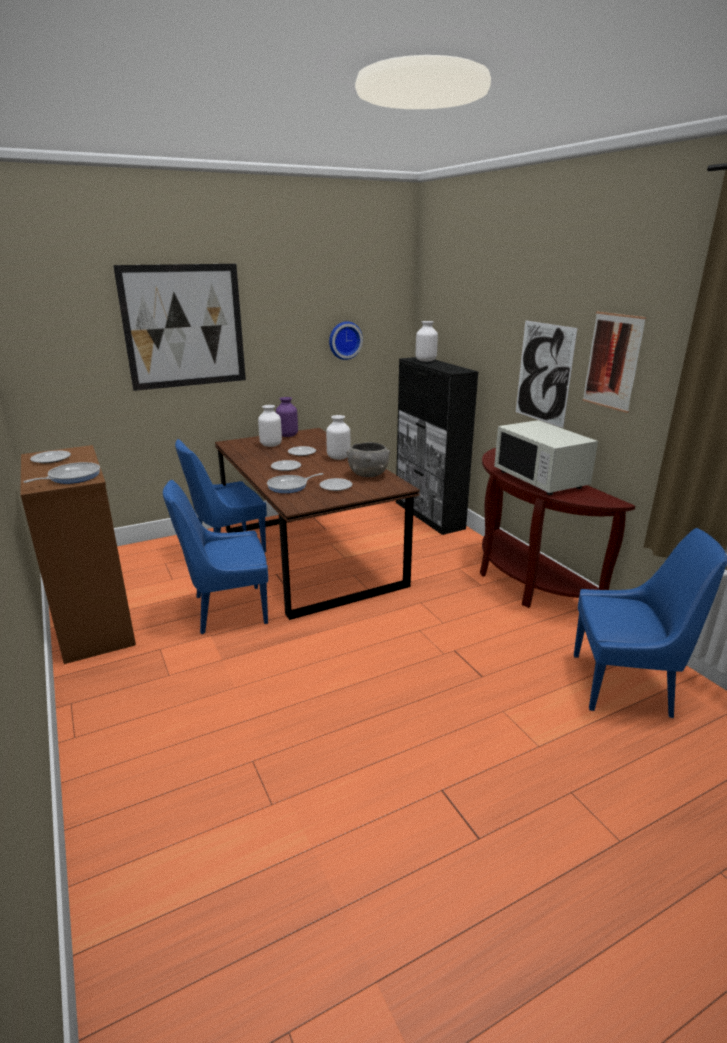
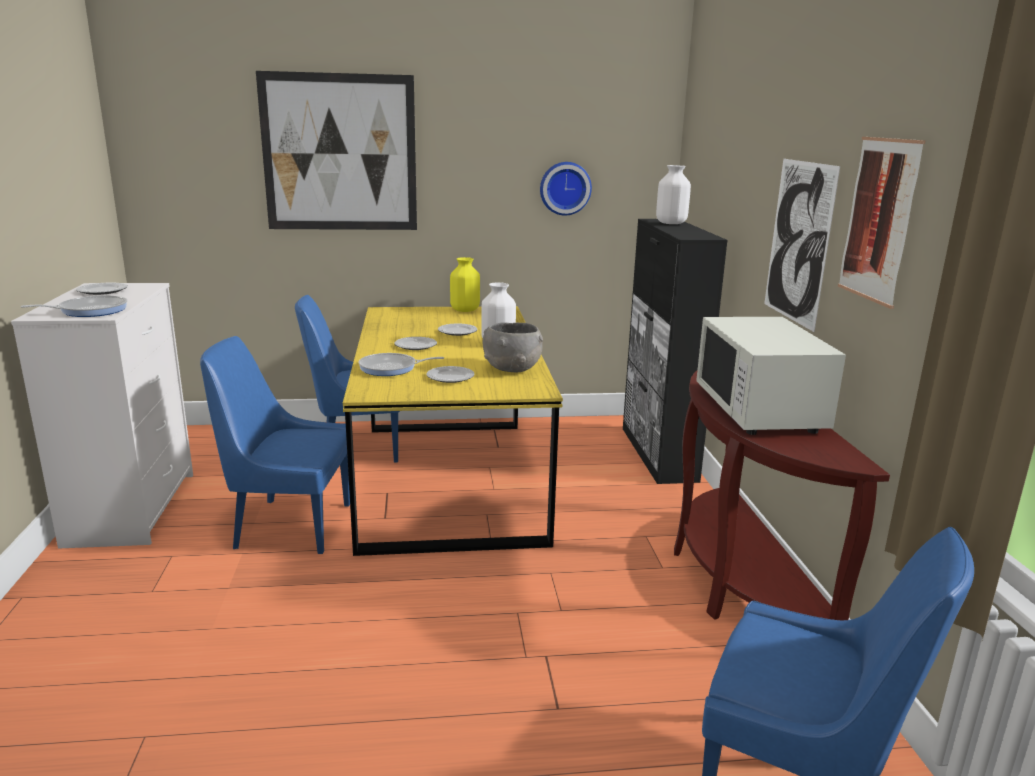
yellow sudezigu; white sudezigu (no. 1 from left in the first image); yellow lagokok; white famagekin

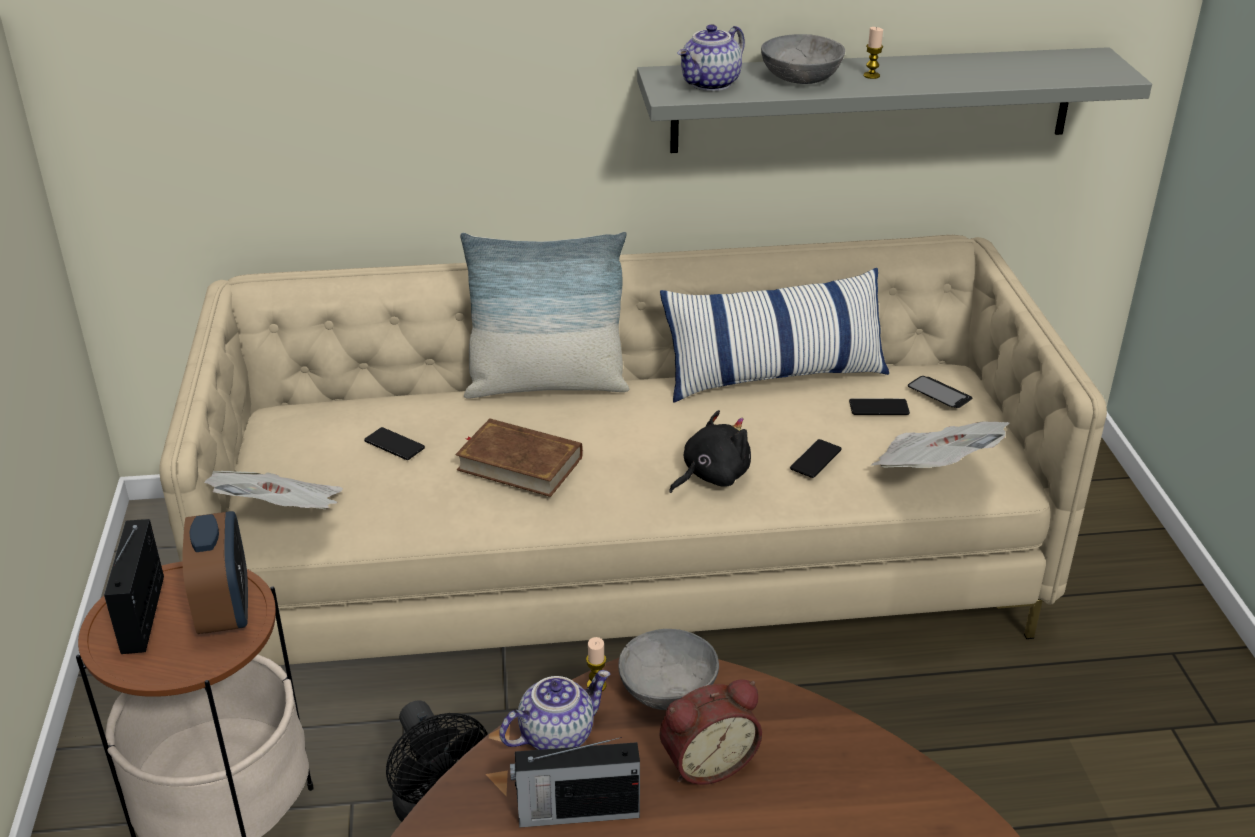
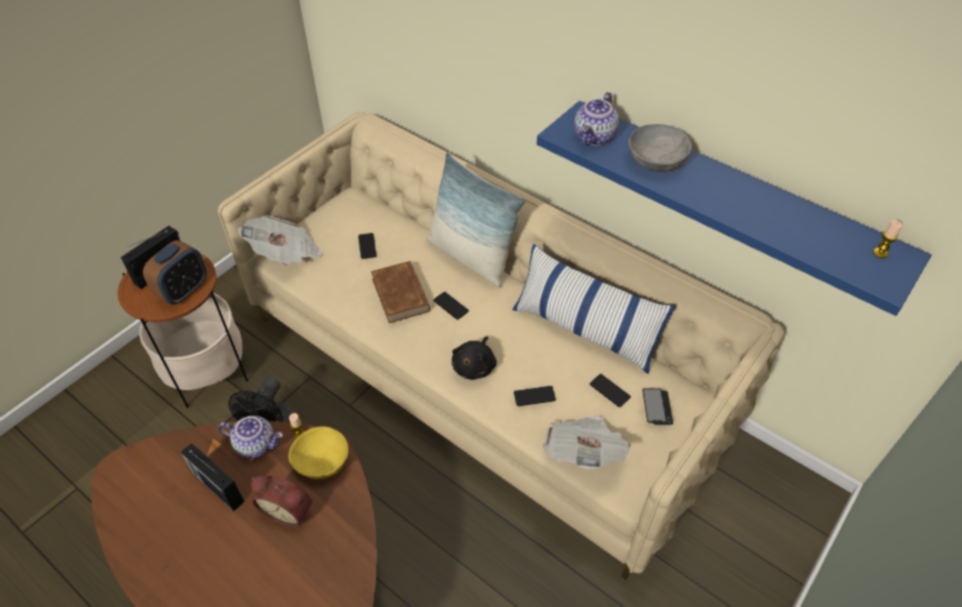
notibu (no. 2 from left); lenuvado (no. 2 from left); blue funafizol; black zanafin; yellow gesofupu; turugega (no. 2 from left)

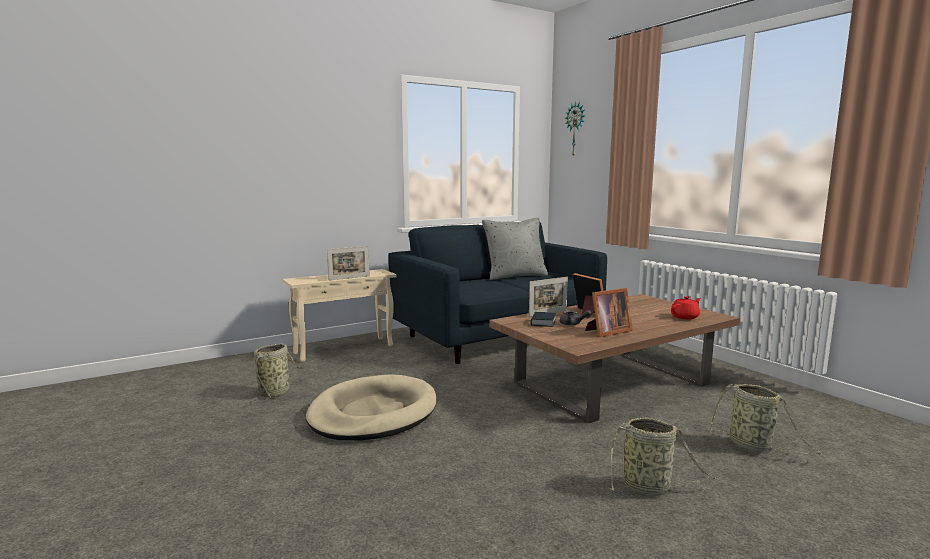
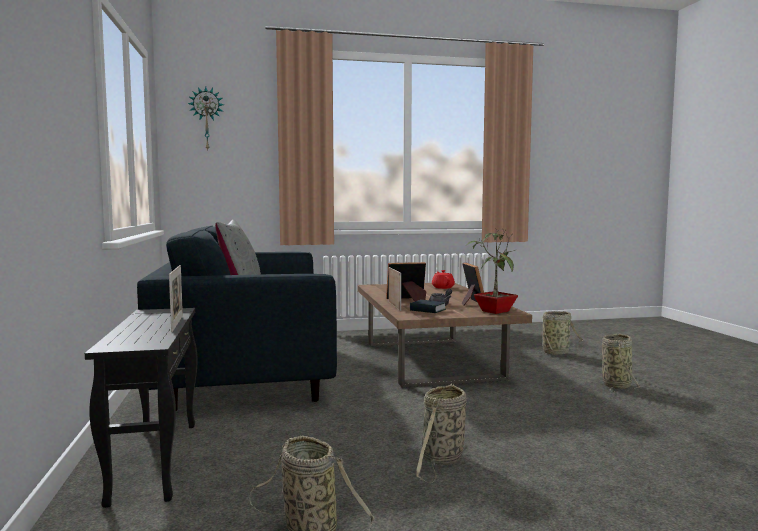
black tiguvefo; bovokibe (no. 2 from left); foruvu

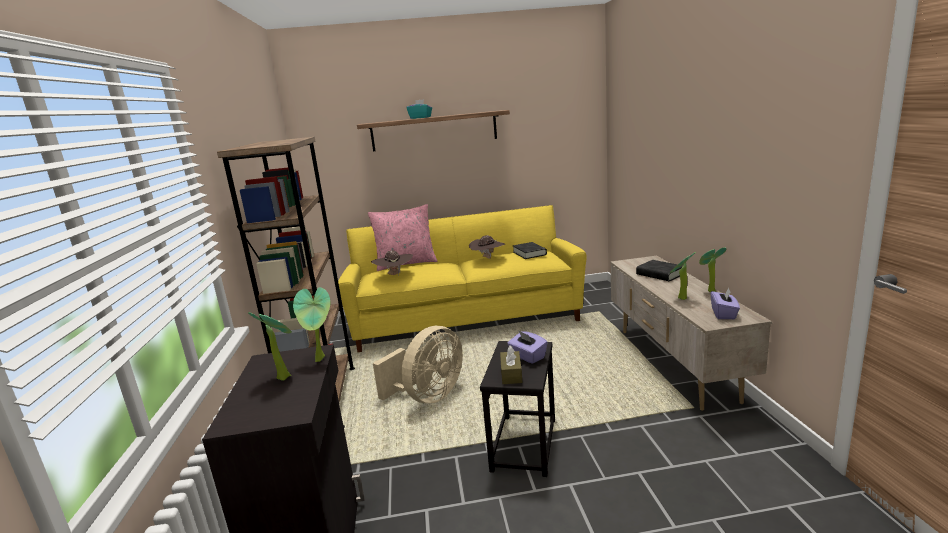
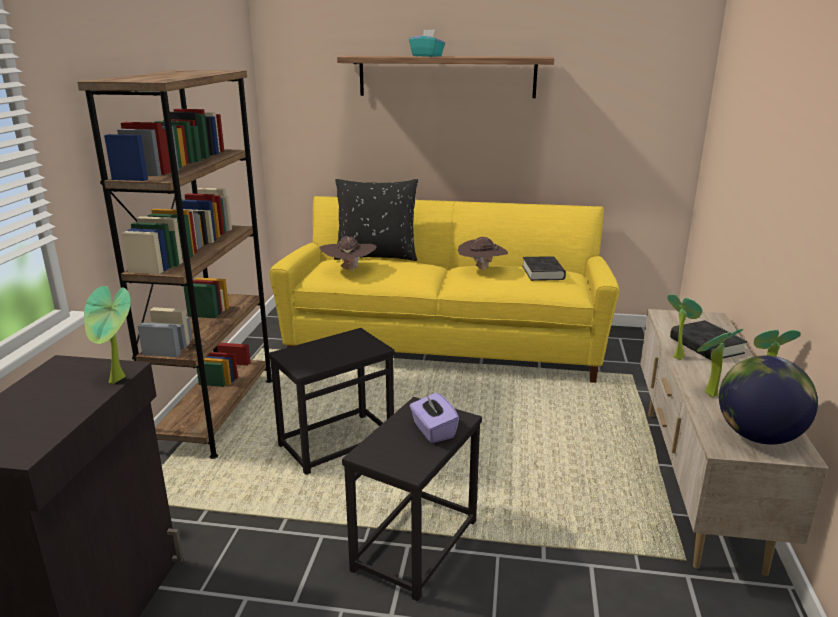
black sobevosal; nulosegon; foruvu (no. 2 from left); black tiguvefo (no. 1 from left); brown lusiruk

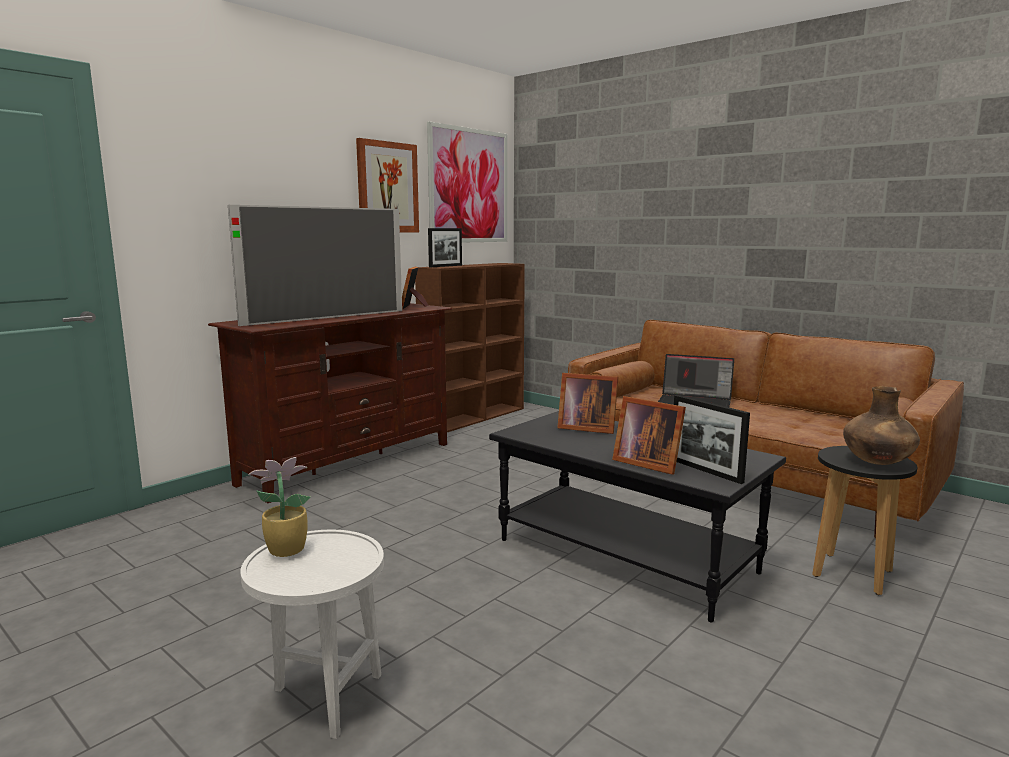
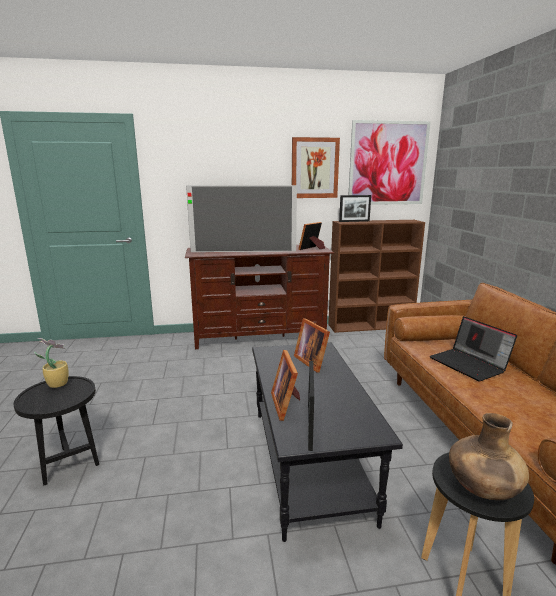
black tiguvefo

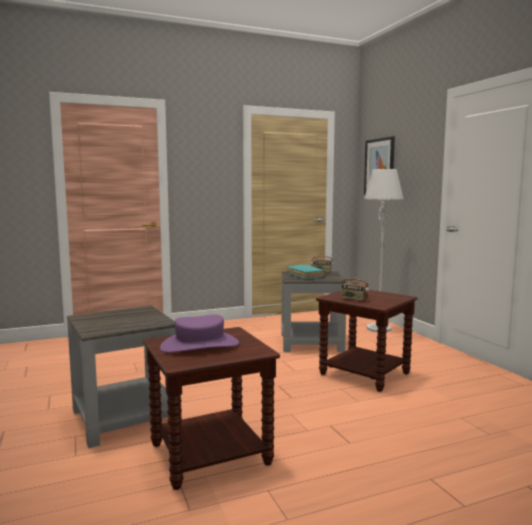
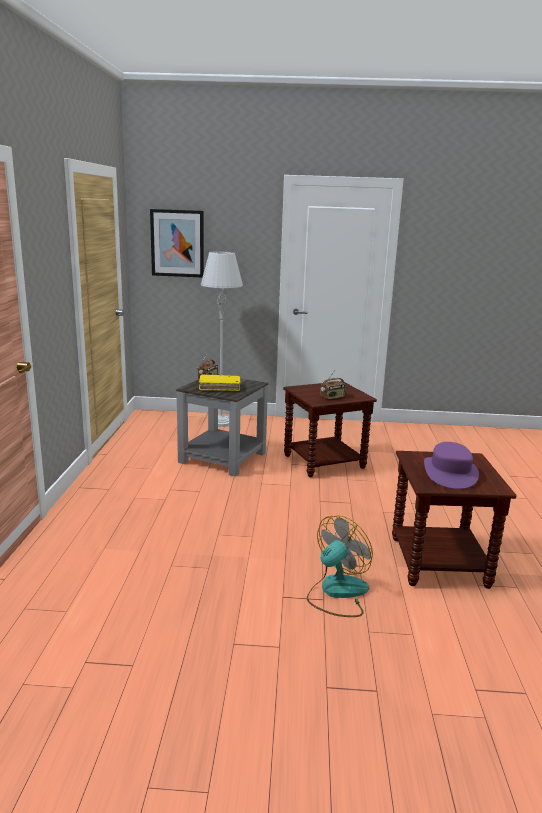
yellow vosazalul; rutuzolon

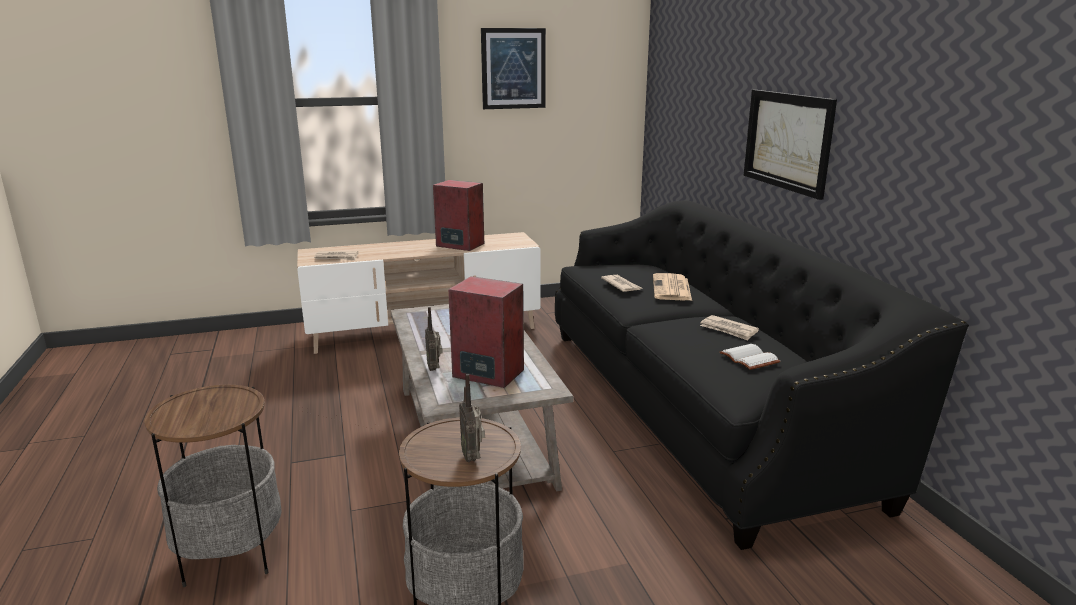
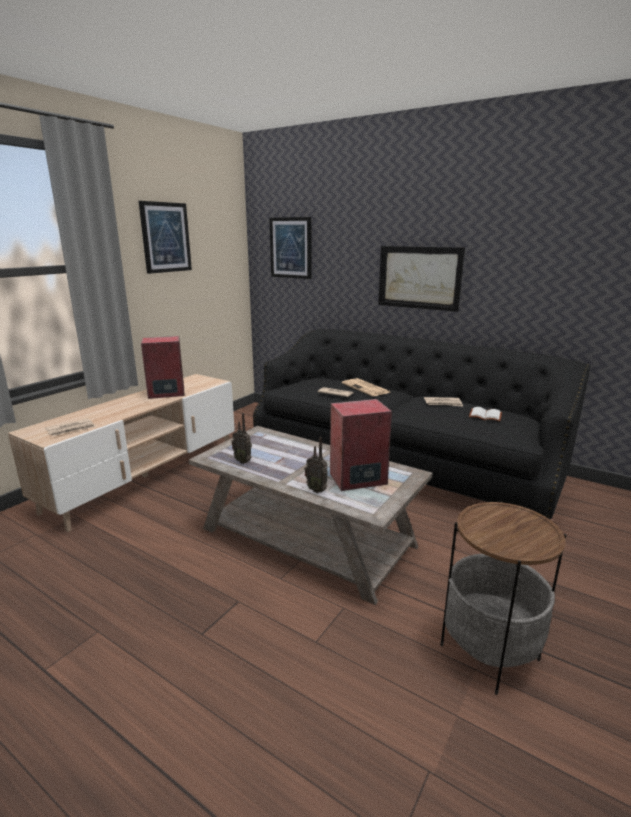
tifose (no. 1 from left); tiguvefo (no. 1 from left in the first image); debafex (no. 2 from left)

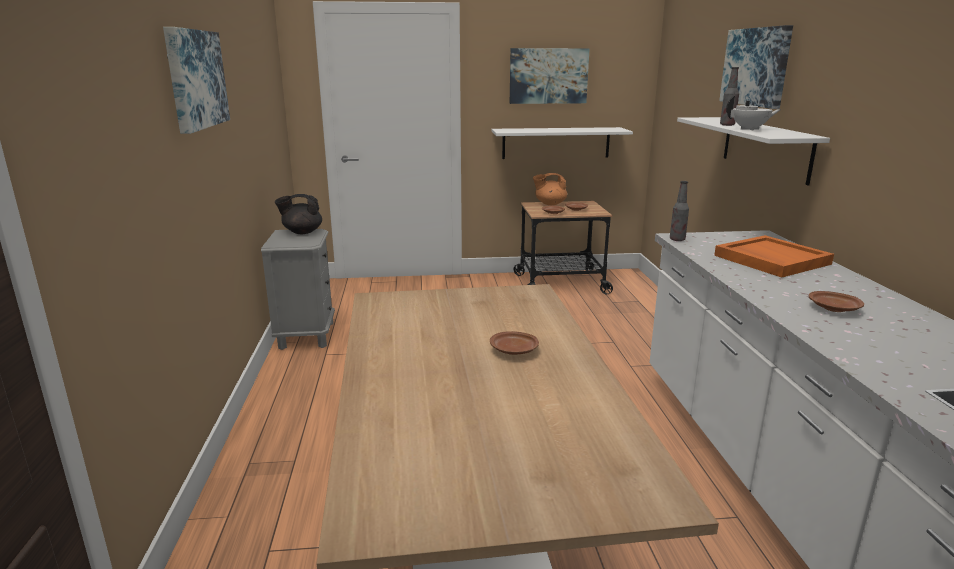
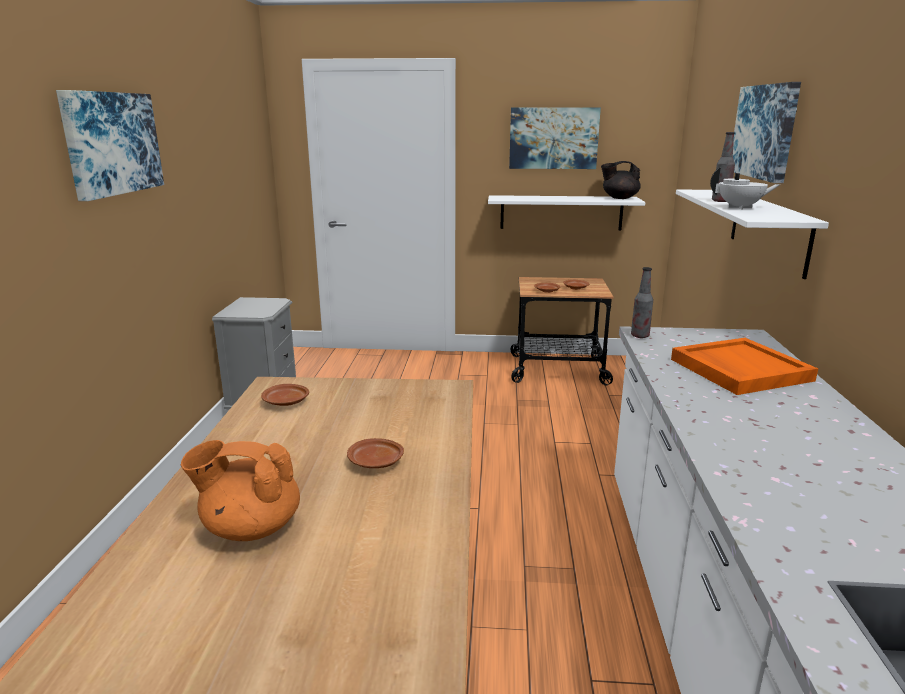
orange notibu; black notibu; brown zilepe (no. 1 from left)

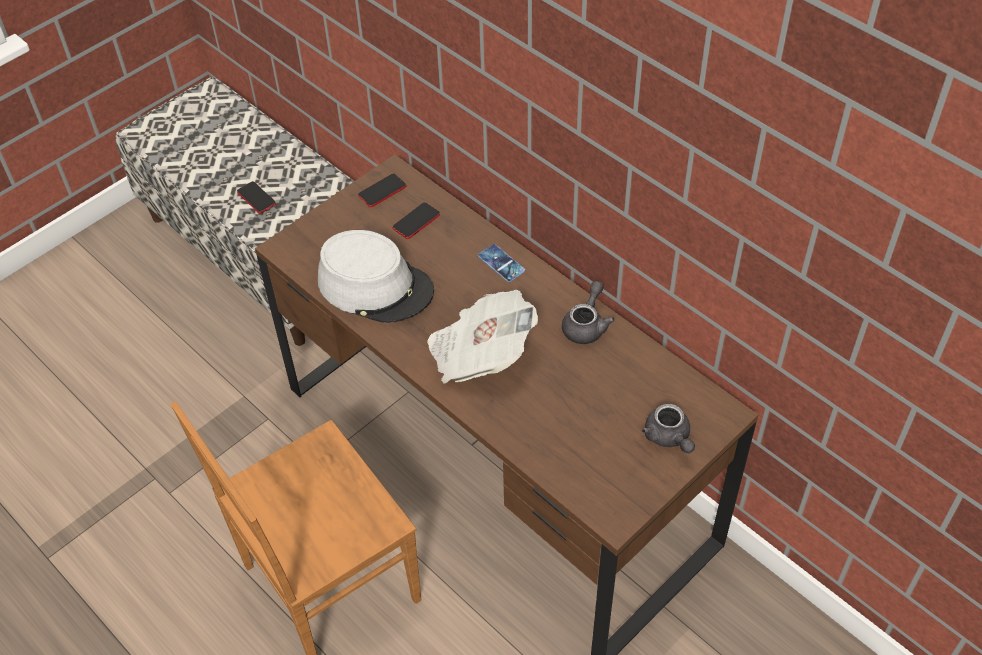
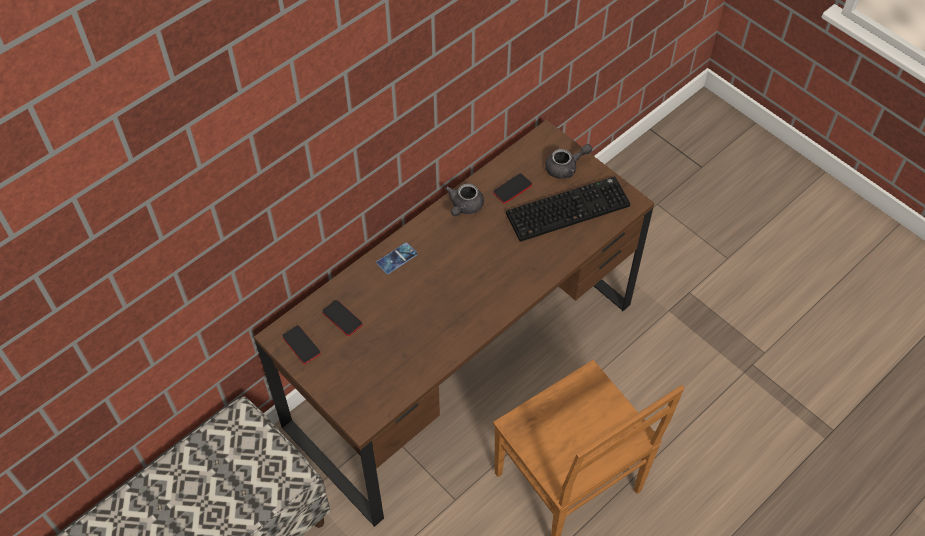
turugega (no. 4 from left); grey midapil; grey notibu (no. 1 from left); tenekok; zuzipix

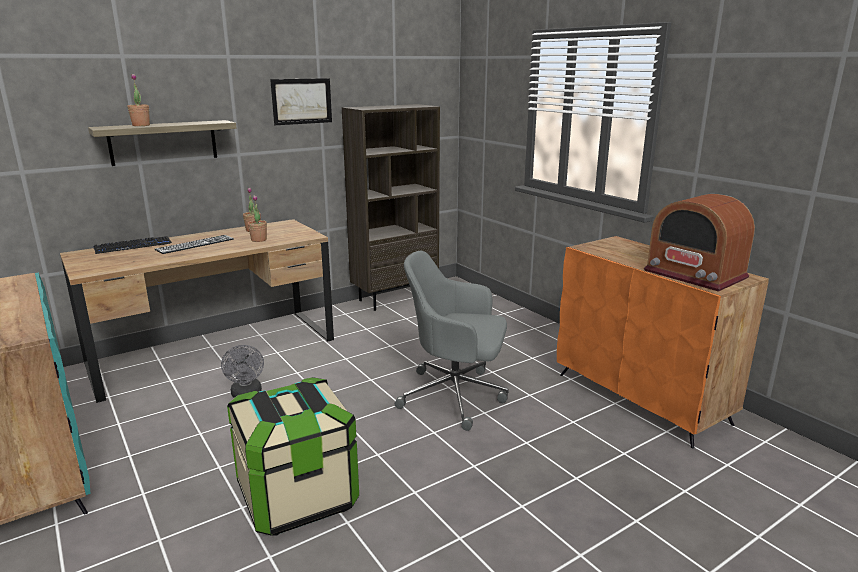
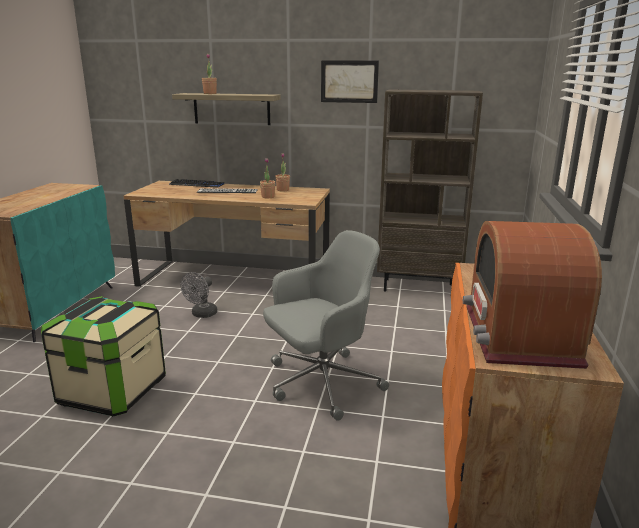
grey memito

